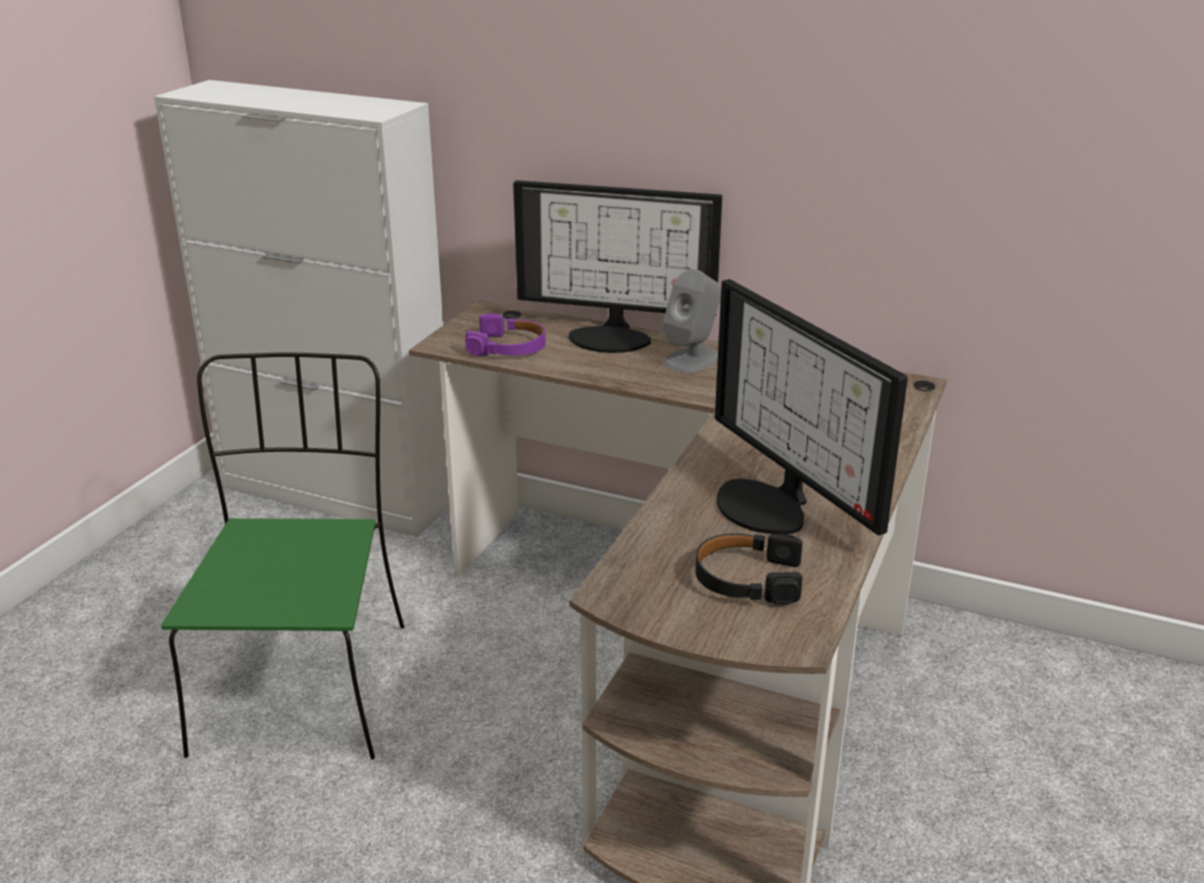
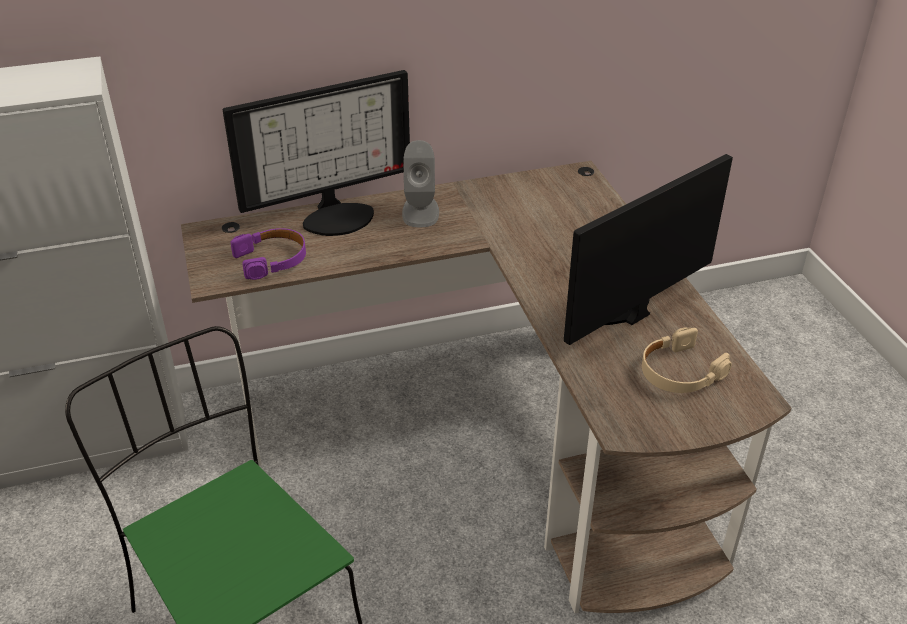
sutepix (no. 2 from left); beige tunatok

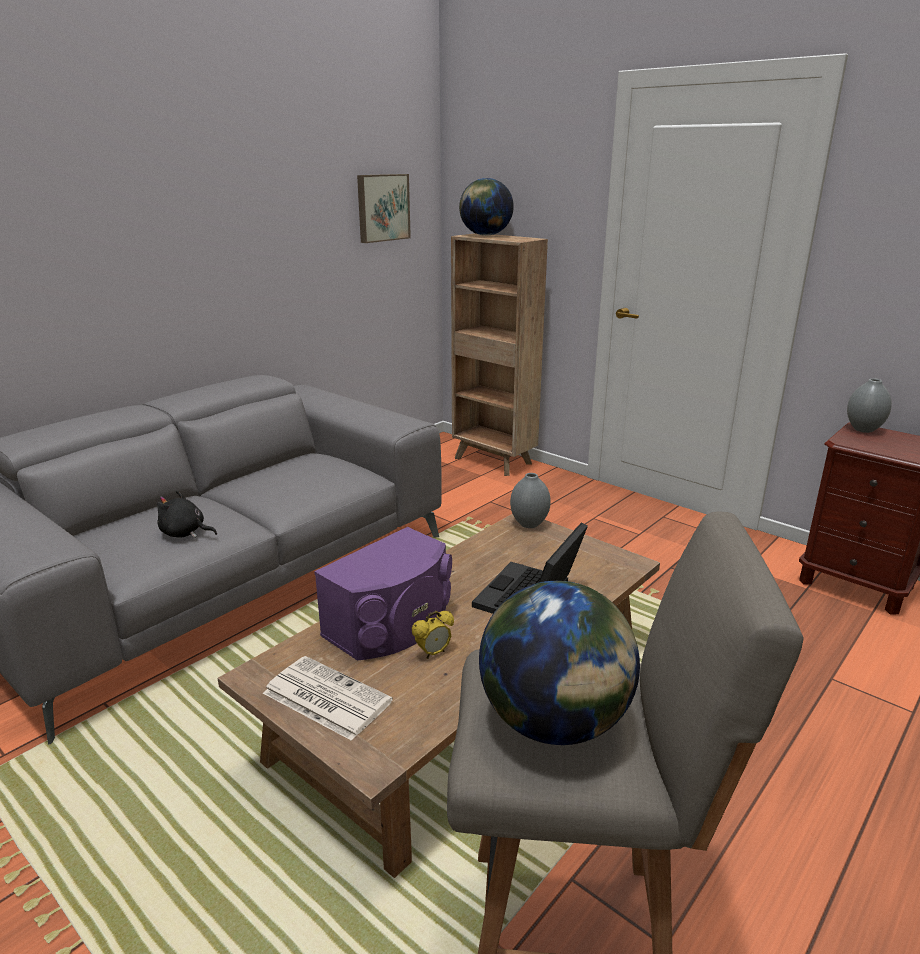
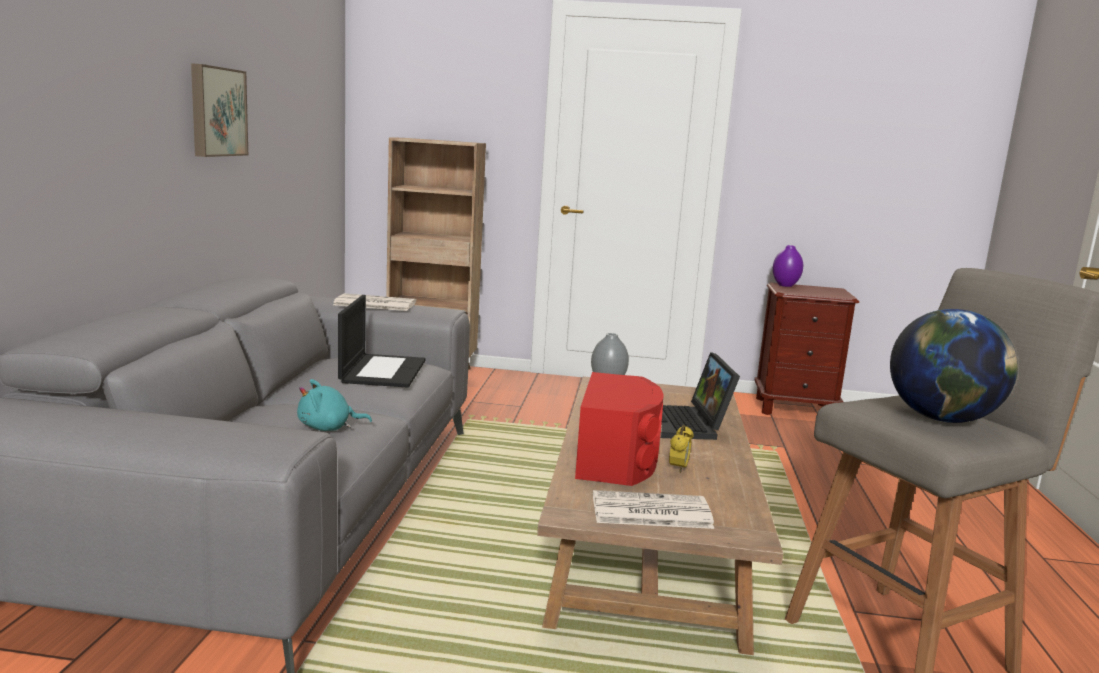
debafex; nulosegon (no. 1 from left in the first image); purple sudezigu; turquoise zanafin; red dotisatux; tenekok (no. 1 from left); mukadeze (no. 1 from left)

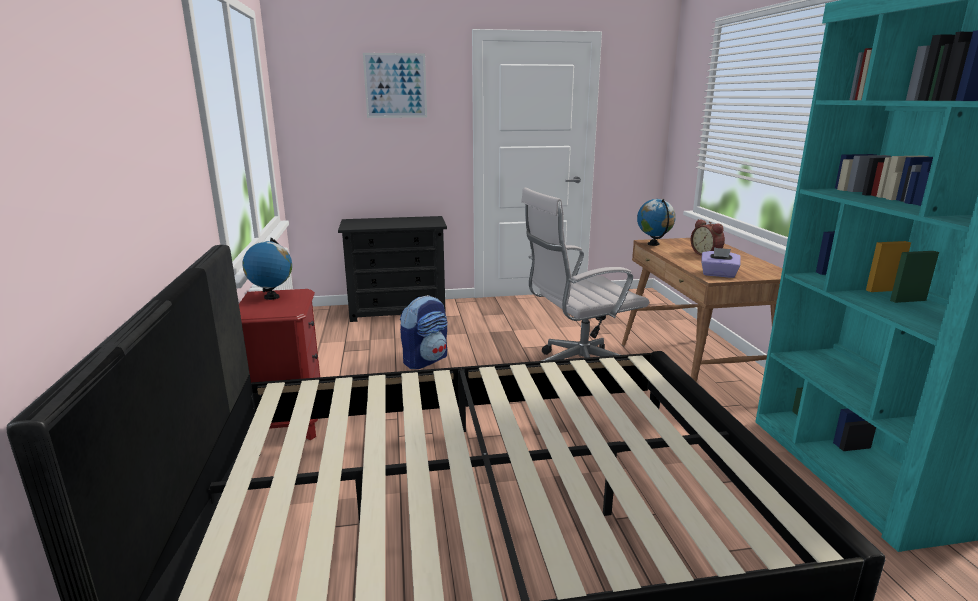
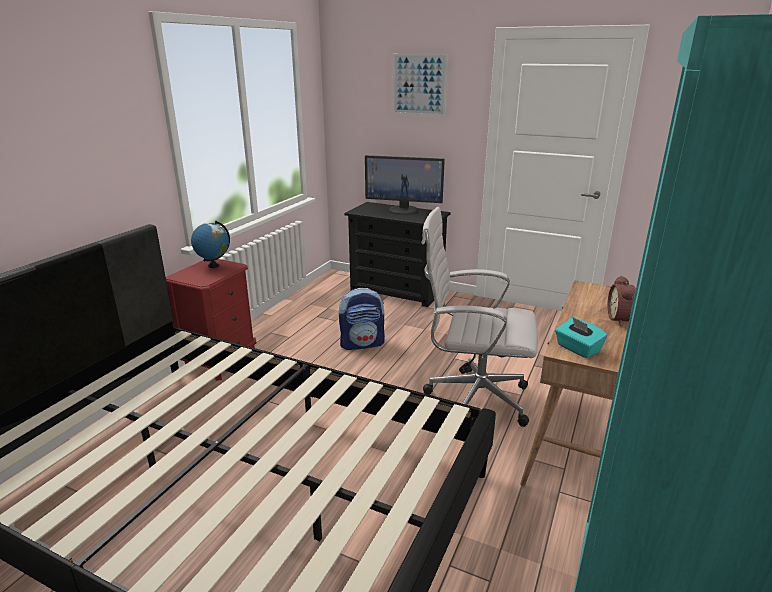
nulosegon (no. 2 from left in the first image); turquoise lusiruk; sutepix

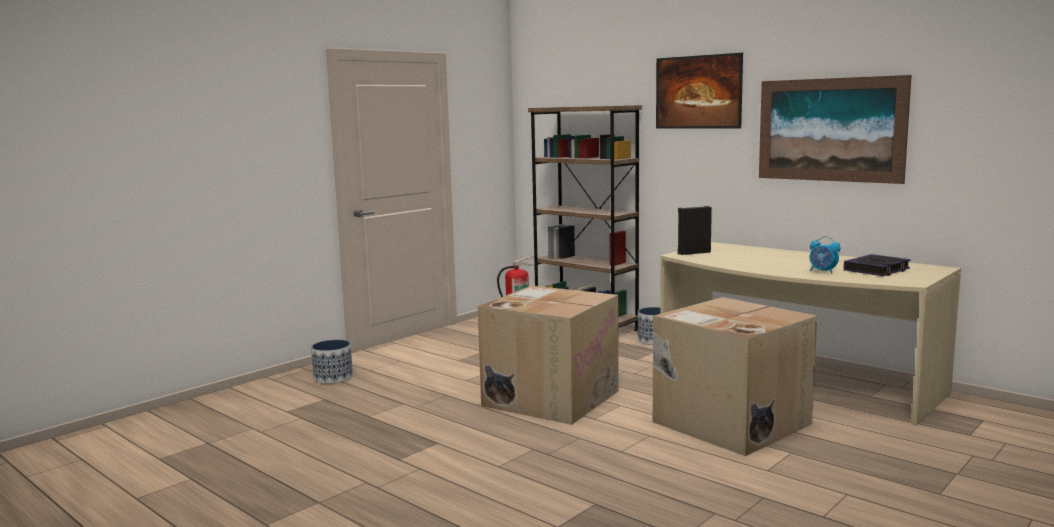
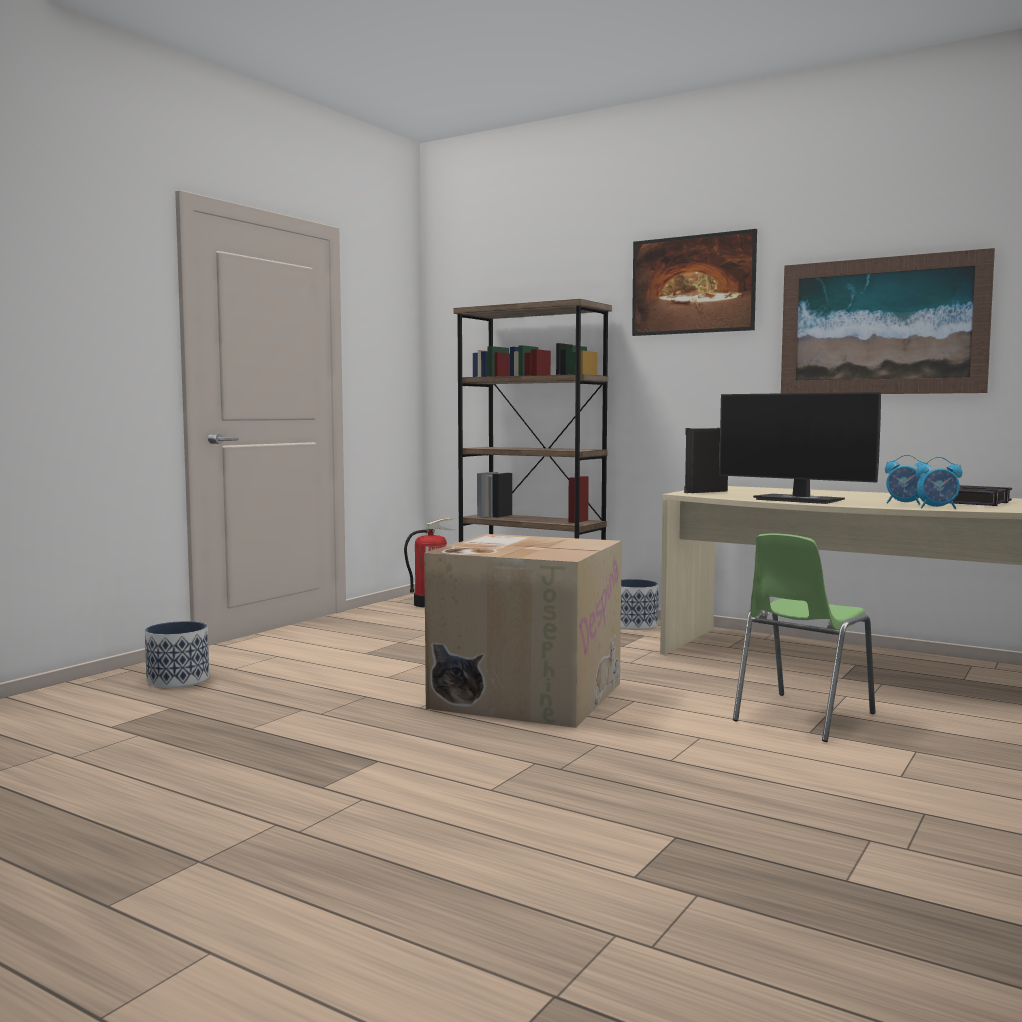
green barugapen; sutepix; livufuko (no. 2 from left)

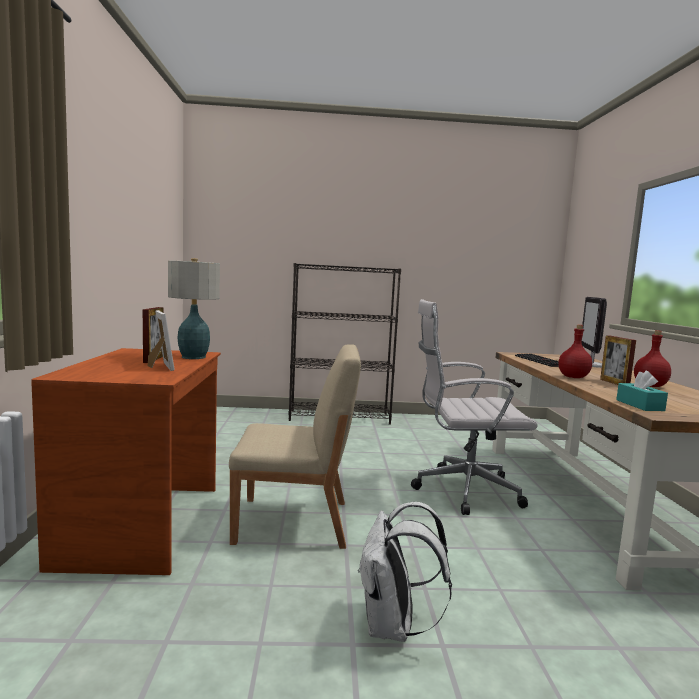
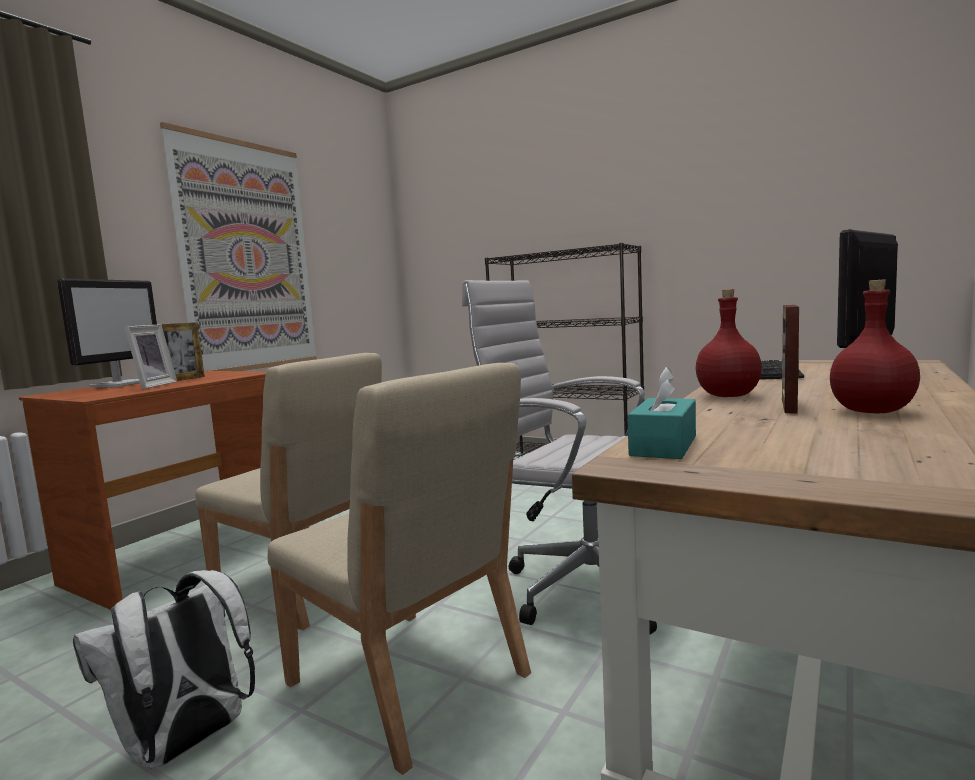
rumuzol; debafex; sutepix (no. 1 from left); beige barugapen (no. 2 from left)

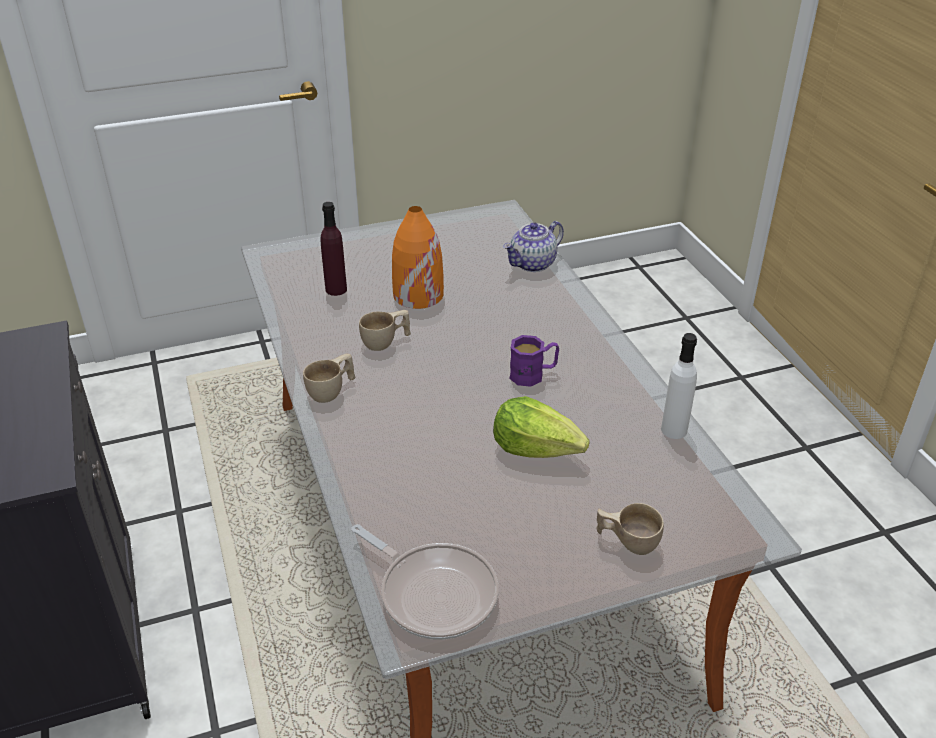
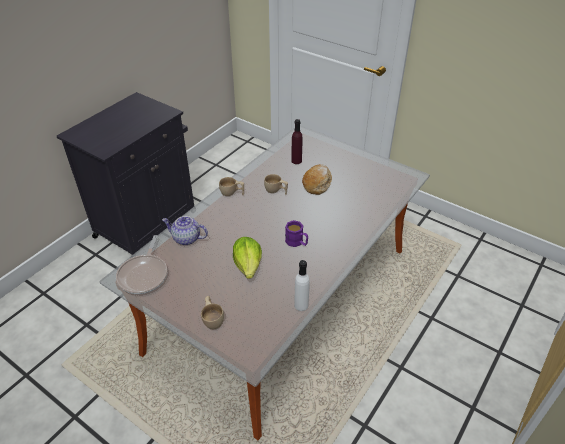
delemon; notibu

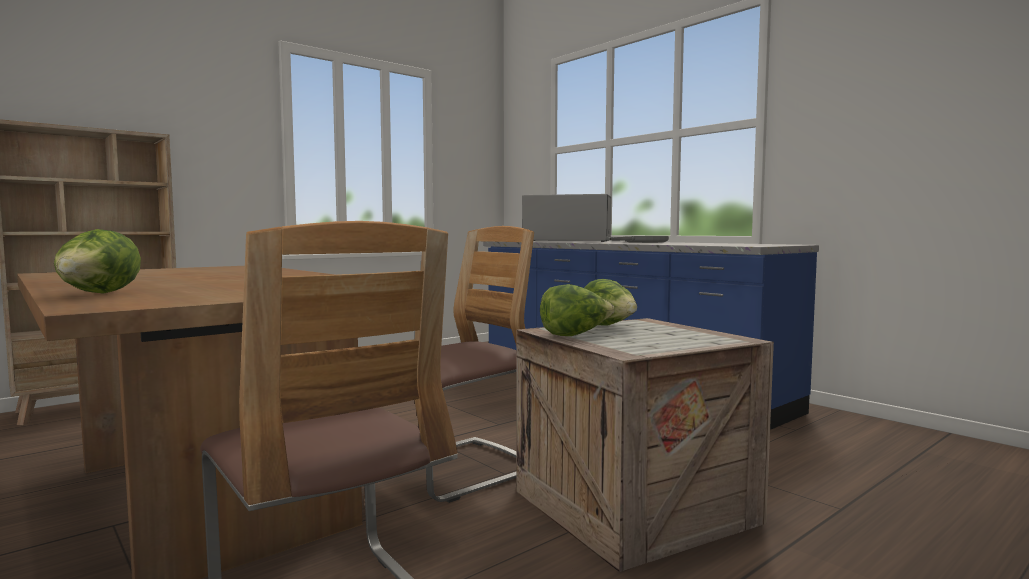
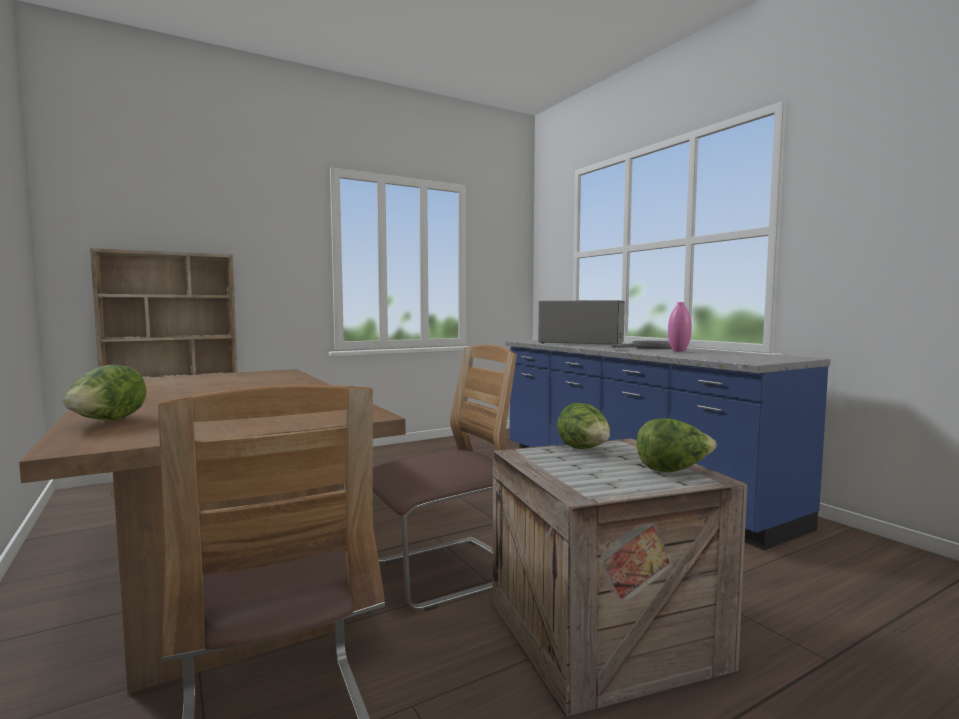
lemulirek (no. 3 from left); pink sudezigu

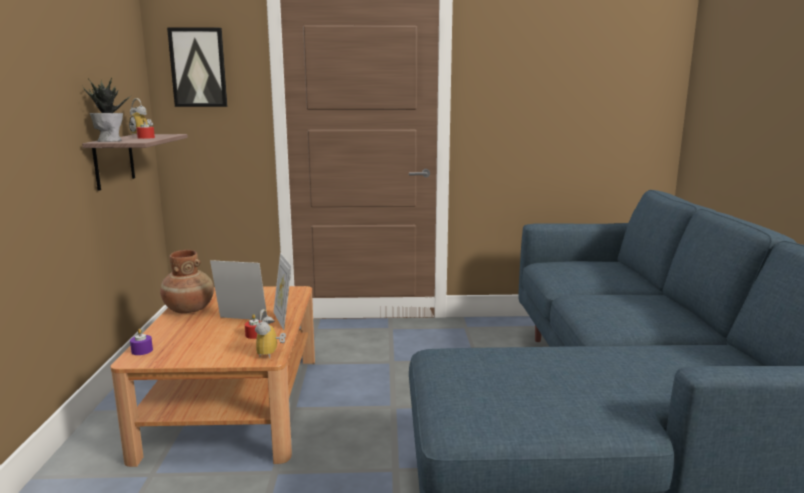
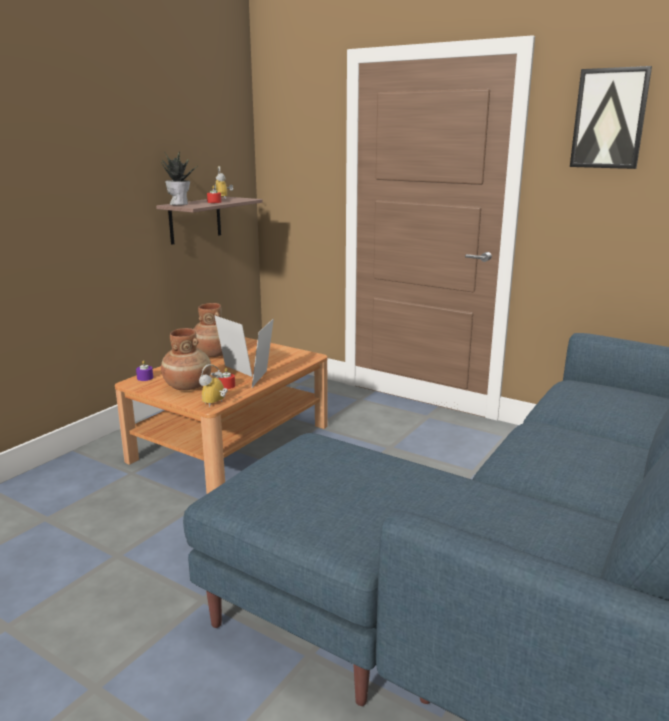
debafex; brown sudezigu (no. 1 from left)

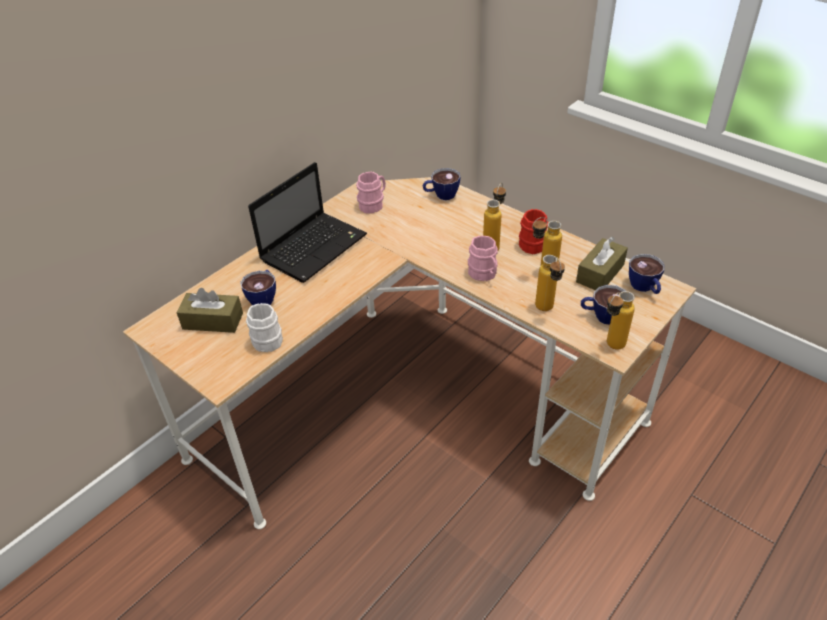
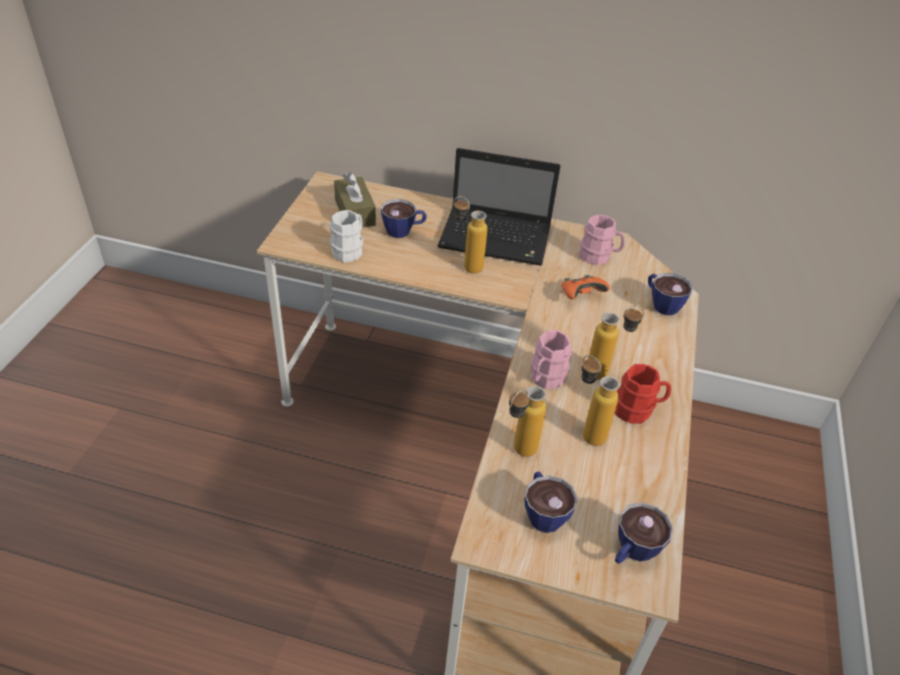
brown lusiruk (no. 2 from left in the first image); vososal (no. 1 from left); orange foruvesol

